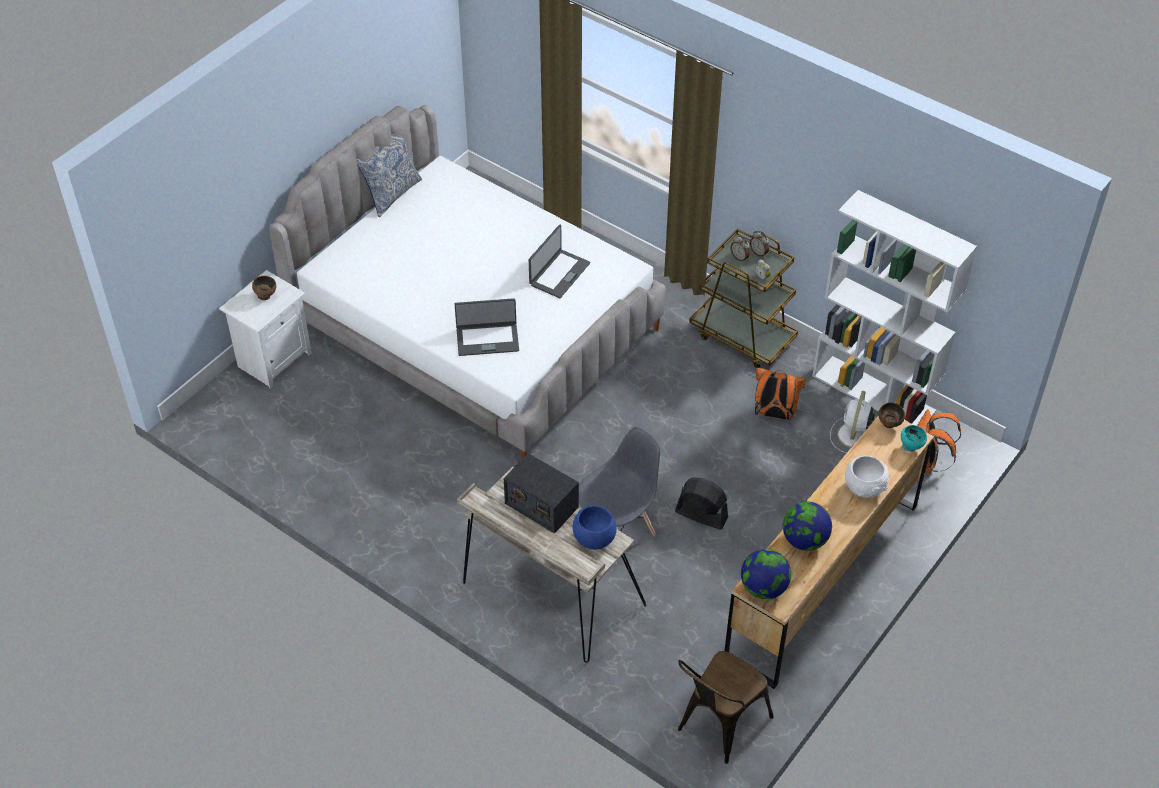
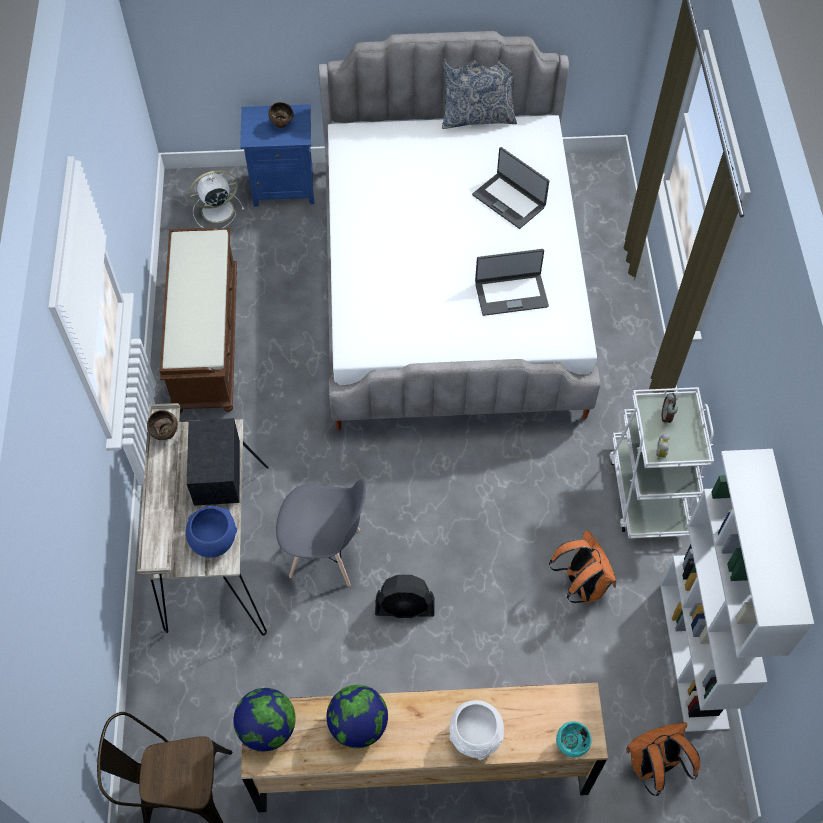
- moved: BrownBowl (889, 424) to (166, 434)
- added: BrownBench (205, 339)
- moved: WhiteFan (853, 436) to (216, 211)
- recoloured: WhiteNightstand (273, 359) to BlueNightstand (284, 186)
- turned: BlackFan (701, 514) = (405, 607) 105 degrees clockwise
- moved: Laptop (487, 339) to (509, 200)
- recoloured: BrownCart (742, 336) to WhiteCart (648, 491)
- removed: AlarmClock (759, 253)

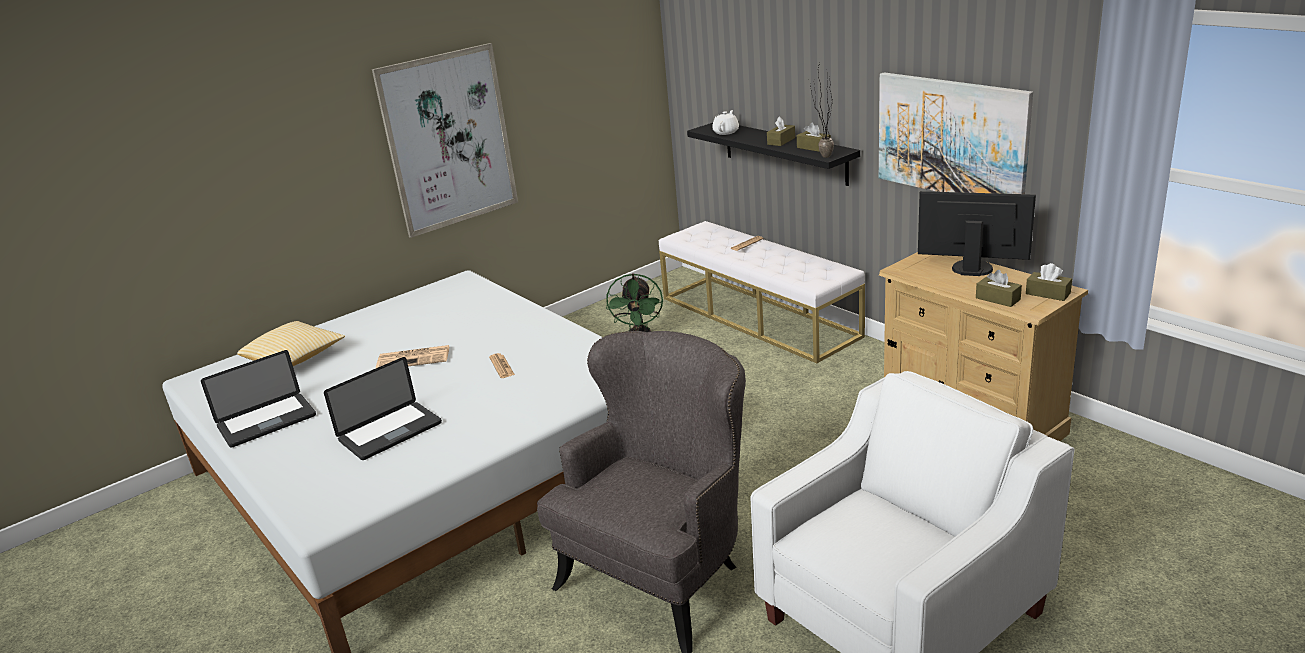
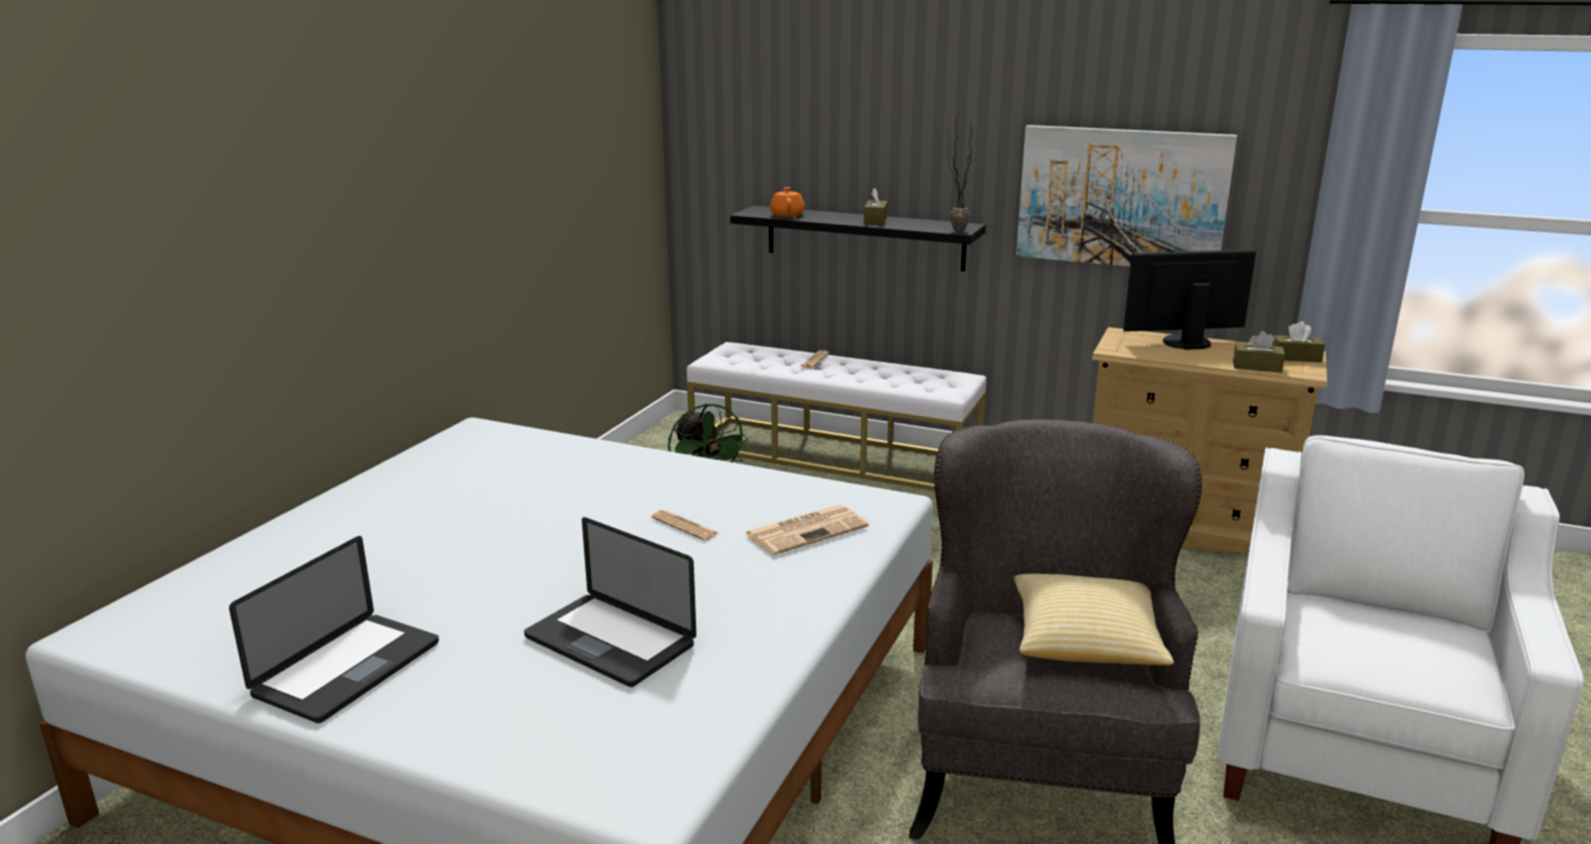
- turned: Laptop (390, 432) = (609, 641) 105 degrees clockwise
- moved: Newspaper (414, 358) to (807, 530)
- recoloured: WhiteTeapot (726, 132) to OrangeTeapot (787, 214)
- moved: Pillow (295, 359) to (1085, 643)
- removed: Picture (448, 140)
- removed: BrownTissueBox (813, 147)

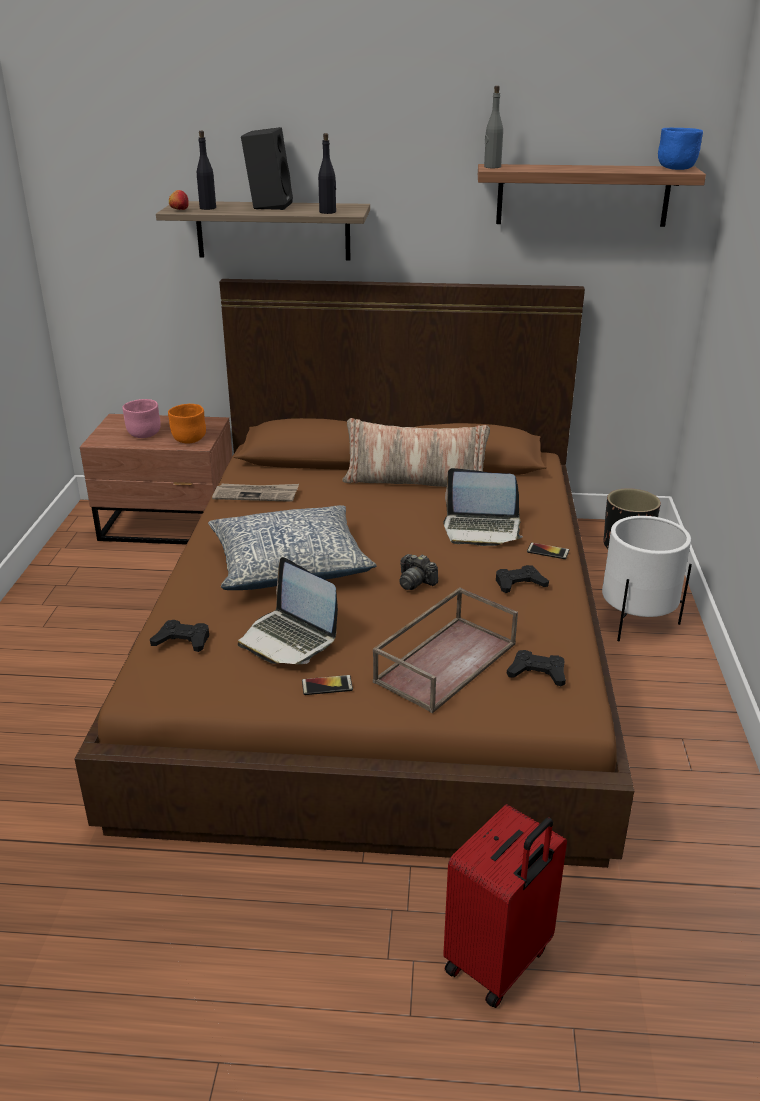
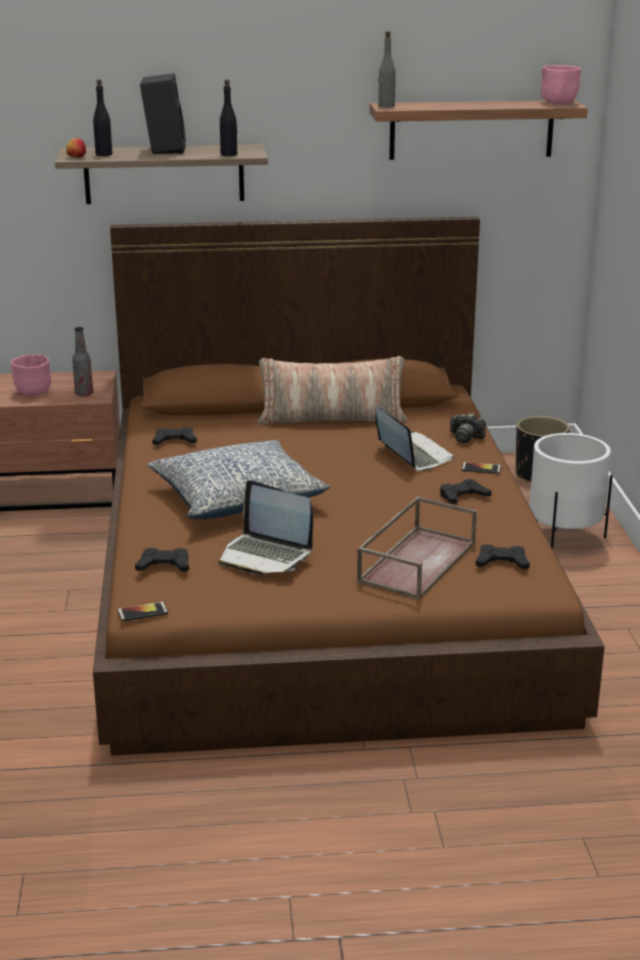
- replaced: OrangeBowl (189, 440) to Bottle (84, 394)
- moved: Phone (327, 686) to (142, 612)
- replaced: Newspaper (256, 494) to BlackGameController (174, 441)
- turned: Laptop (482, 529) = (412, 455) 120 degrees counterclockwise
- moved: PhotoCamera (415, 582) to (465, 437)
- recoloured: BlueBowl (676, 169) to PinkBowl (559, 103)
- removed: RedSuitcase (499, 961)

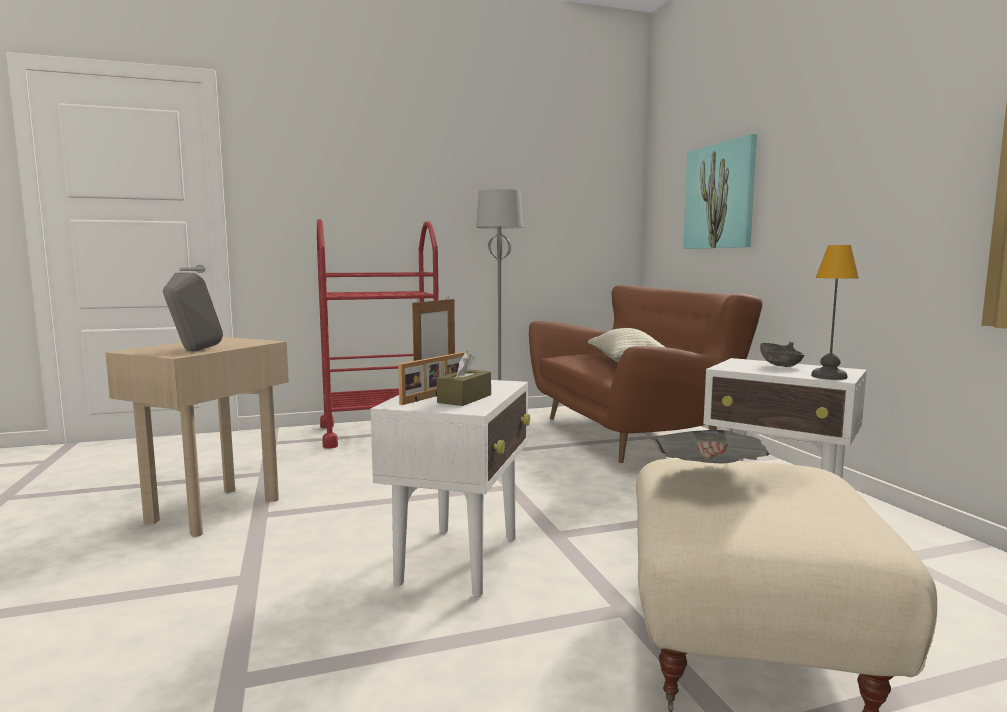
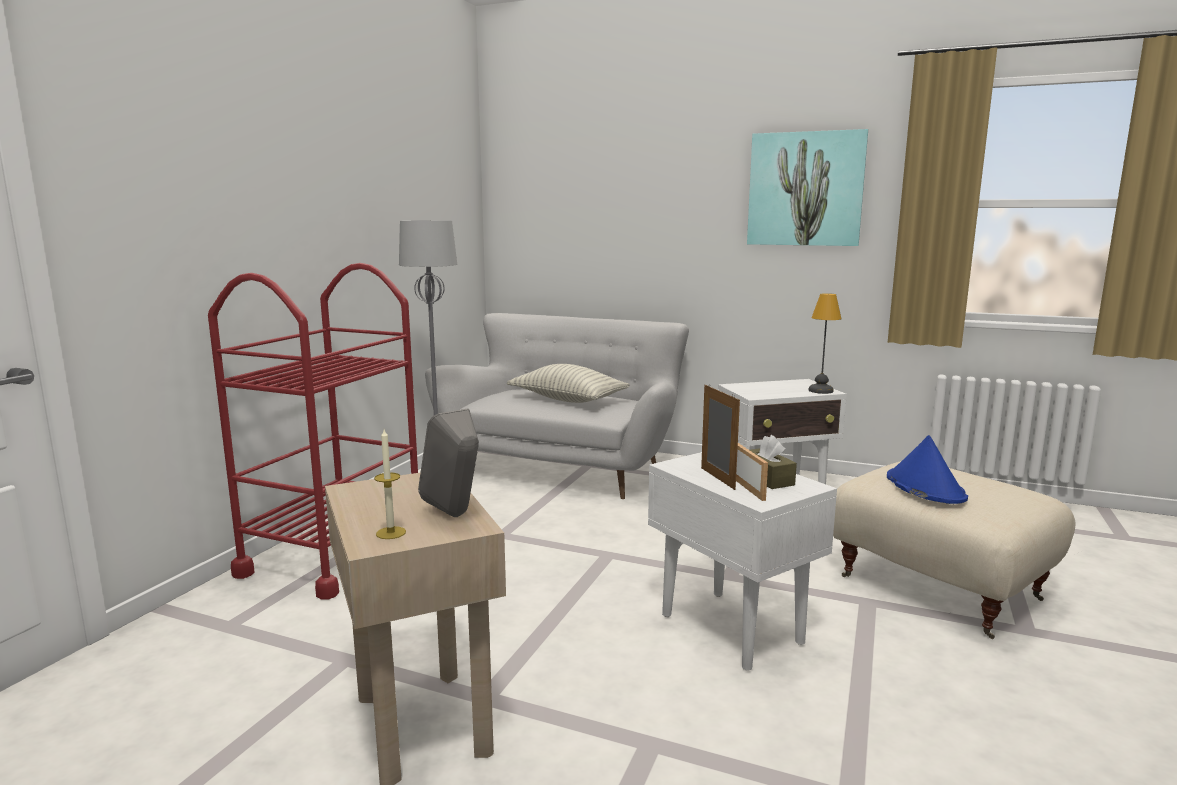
- added: Candle (391, 533)
- recoloured: BrownSofa (633, 433) to WhiteSofa (566, 467)
- moved: Picture (719, 196) to (805, 189)
- replaced: Newspaper (707, 478) to BlueHat (924, 487)
- removed: GreyBowl (781, 366)

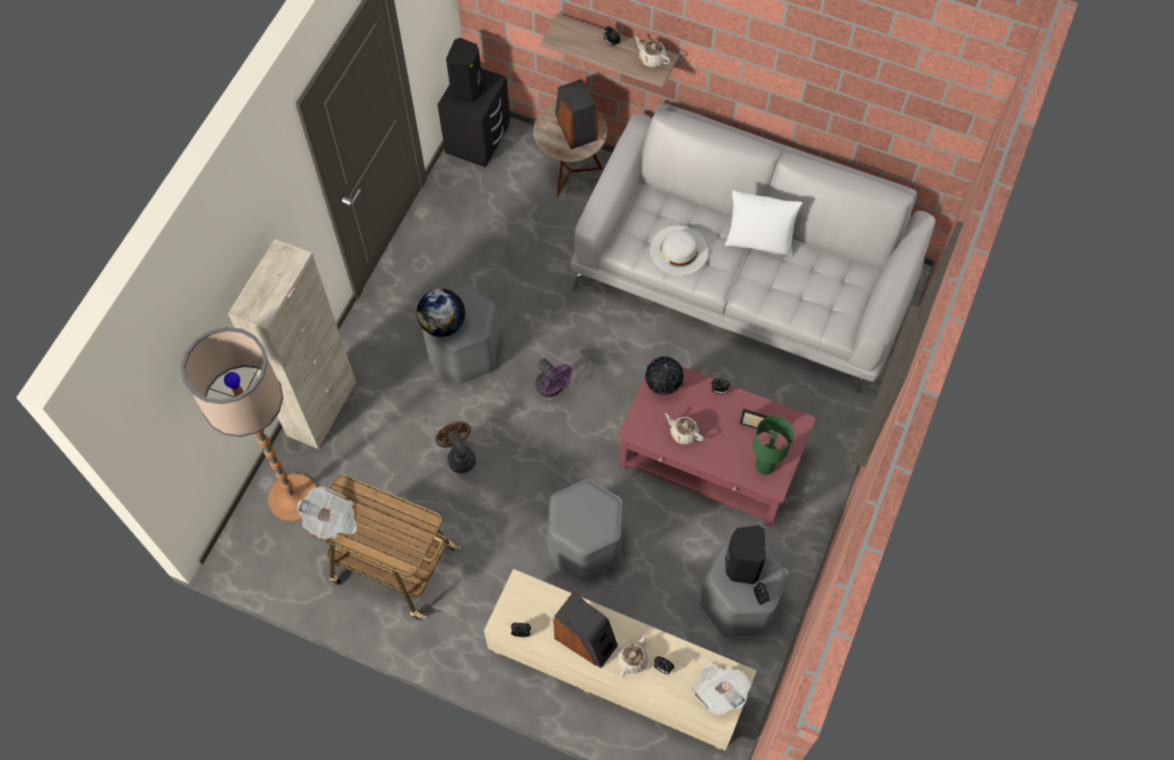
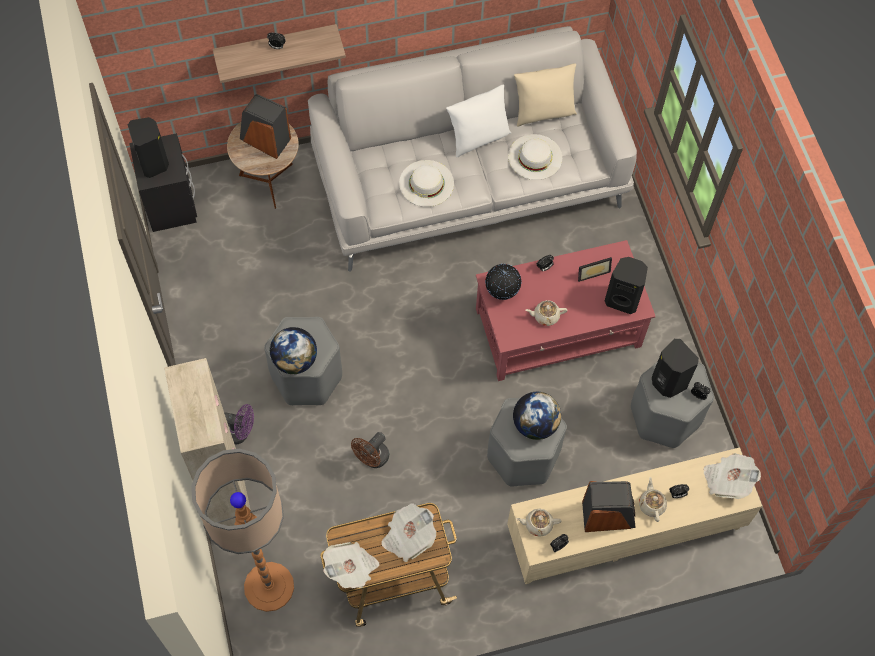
- moved: PurpleFan (552, 388) to (240, 433)
- turned: BrownFan (459, 456) = (372, 459) 75 degrees counterclockwise
- added: Newspaper (408, 537)
- added: WhiteHat (535, 157)
- added: Globe (535, 424)
- added: BeigePillow (543, 112)
- moved: BeigeTeapot (651, 58) to (537, 524)
- replaced: GreenTableLamp (765, 466) to BlackSpeaker (622, 299)

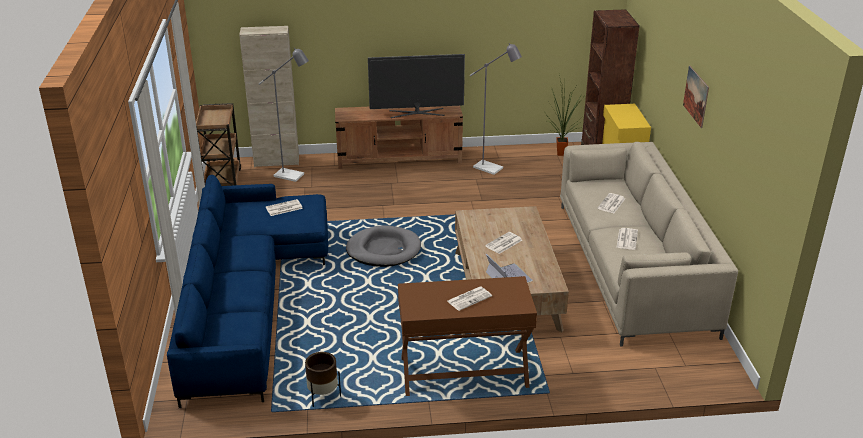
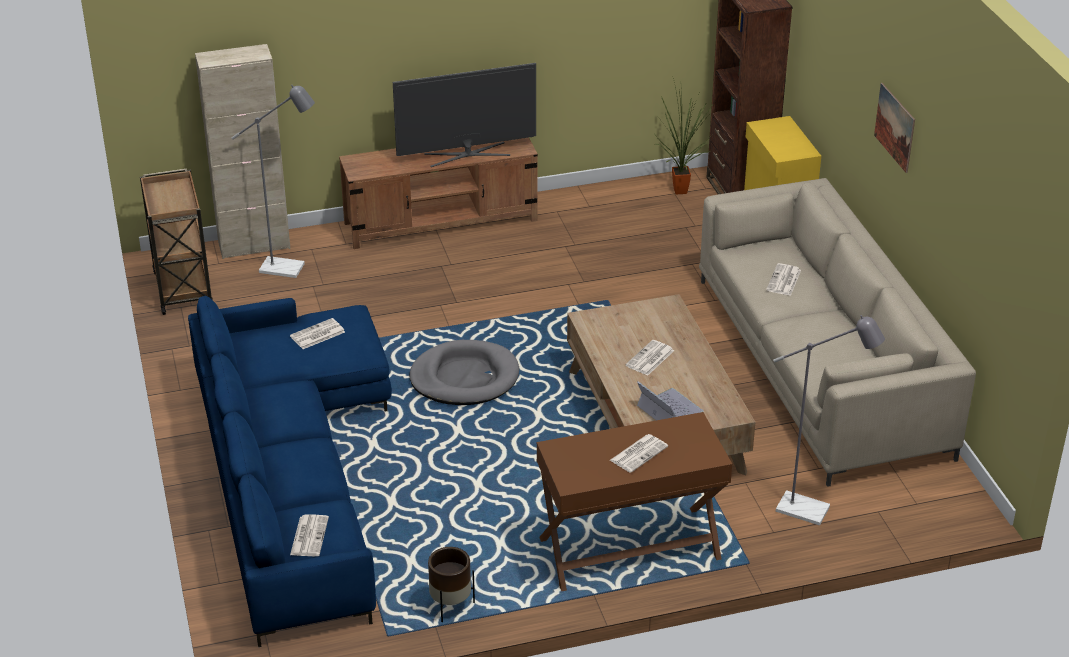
- moved: Newspaper (626, 239) to (309, 536)
- moved: GreyFloorLamp (492, 169) to (812, 512)

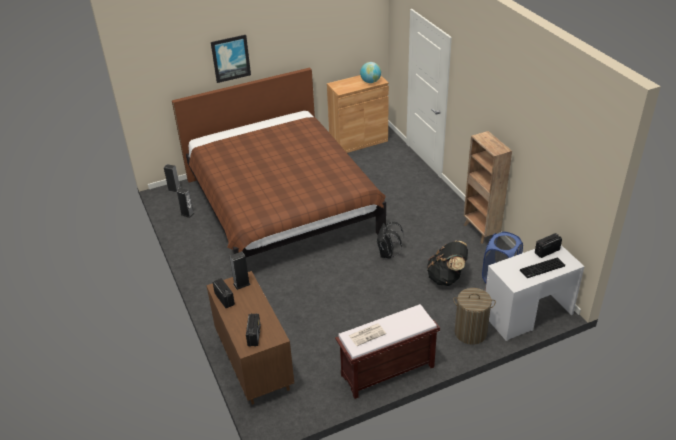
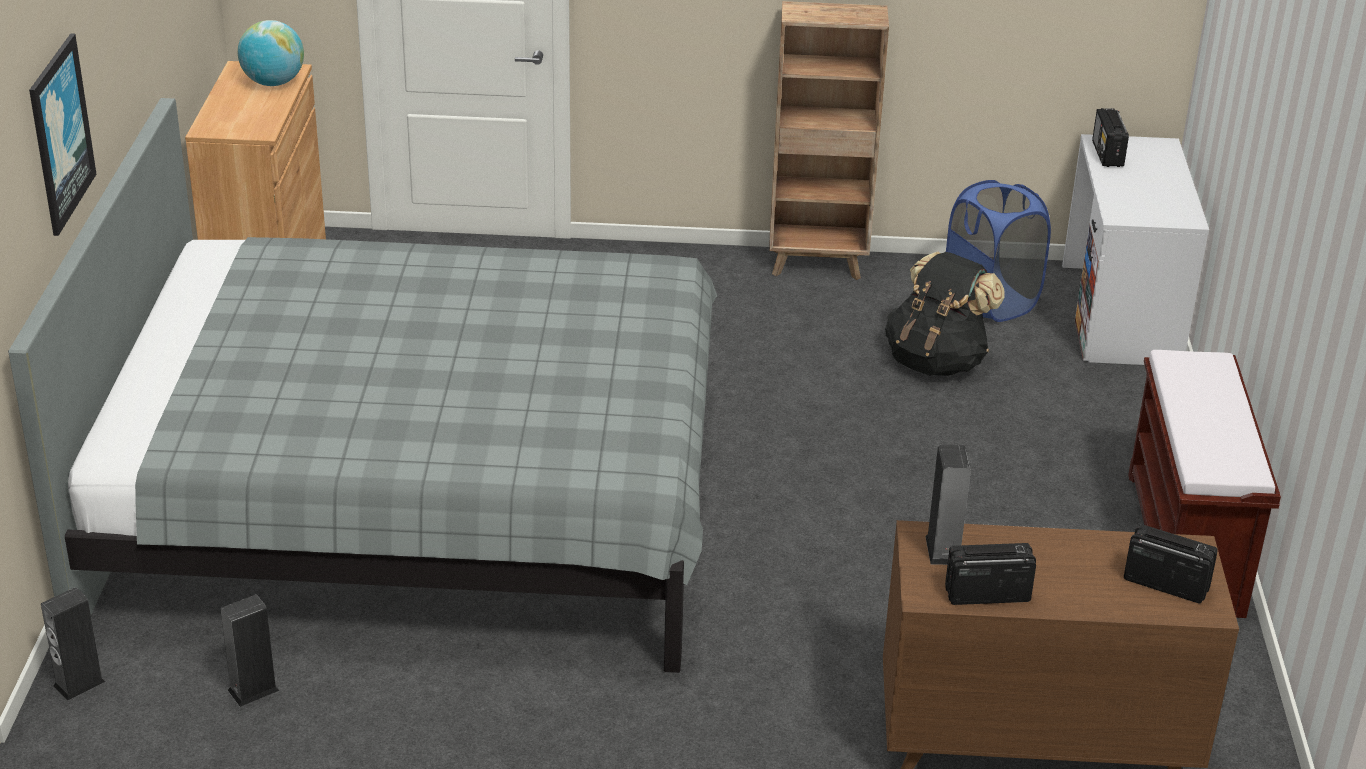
- recoloured: BrownBed (281, 206) to GreyBed (415, 500)
- removed: Newspaper (367, 334)
- removed: BlackBackpack (387, 254)
- removed: LaundryBasket (470, 332)
- removed: Keyboard (542, 269)

